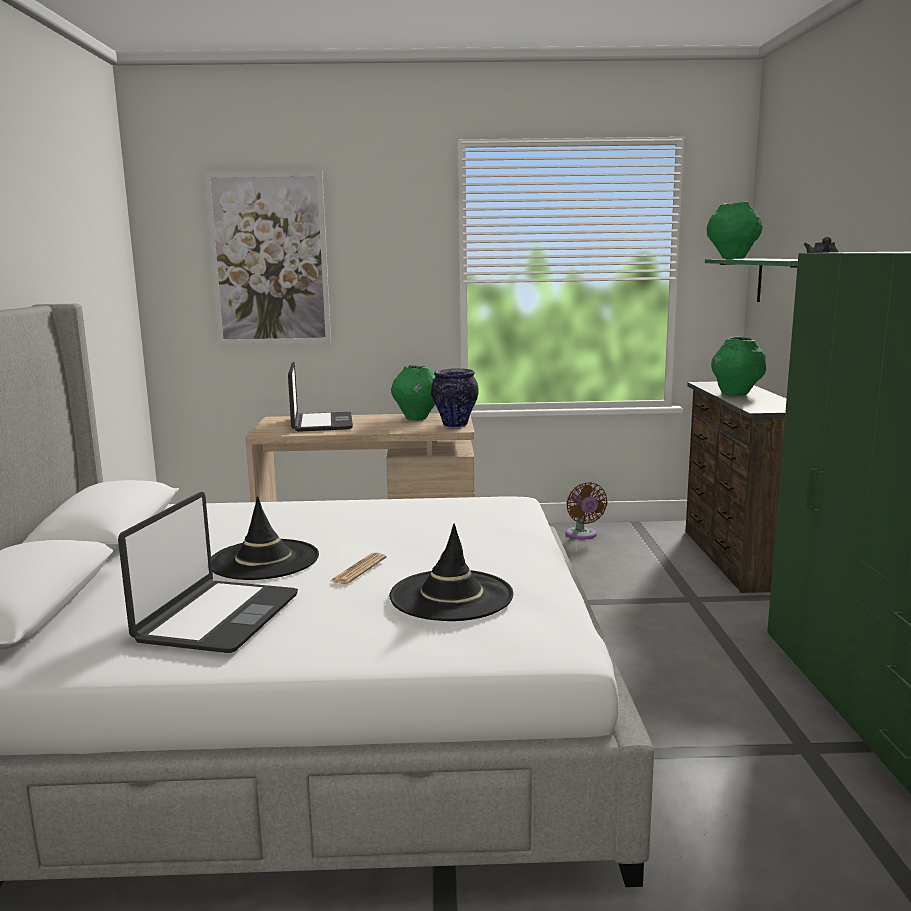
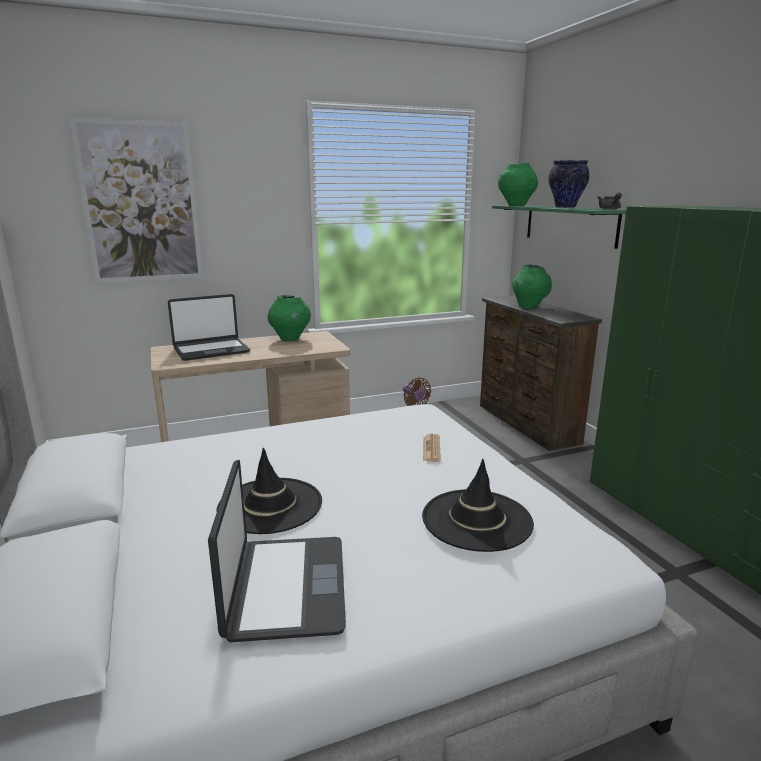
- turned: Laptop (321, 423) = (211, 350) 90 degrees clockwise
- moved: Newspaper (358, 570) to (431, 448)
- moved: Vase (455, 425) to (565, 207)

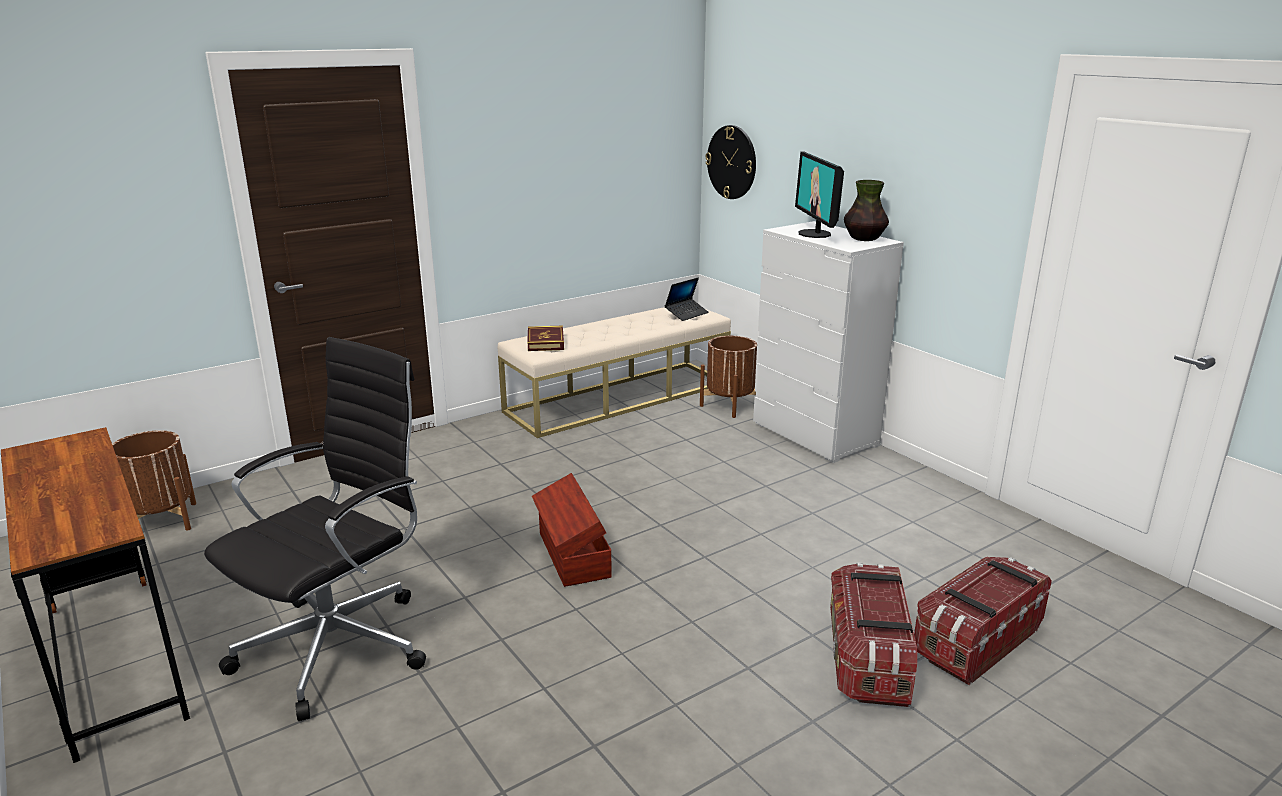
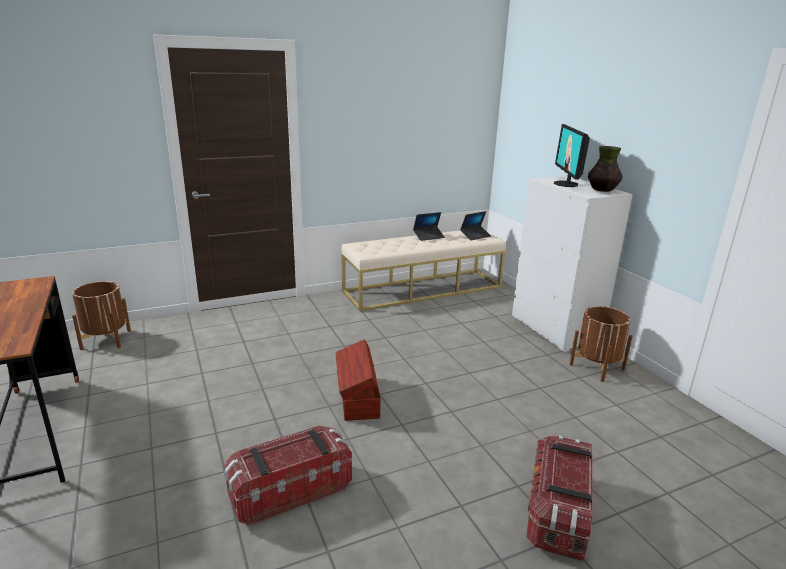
- moved: StorageBox (976, 641) to (290, 490)
- added: Laptop (428, 236)
- moved: BrownPlanter (729, 405) to (596, 367)
- removed: BlackOfficeChair (340, 645)
- removed: Book (545, 342)
- removed: WallClock (732, 162)

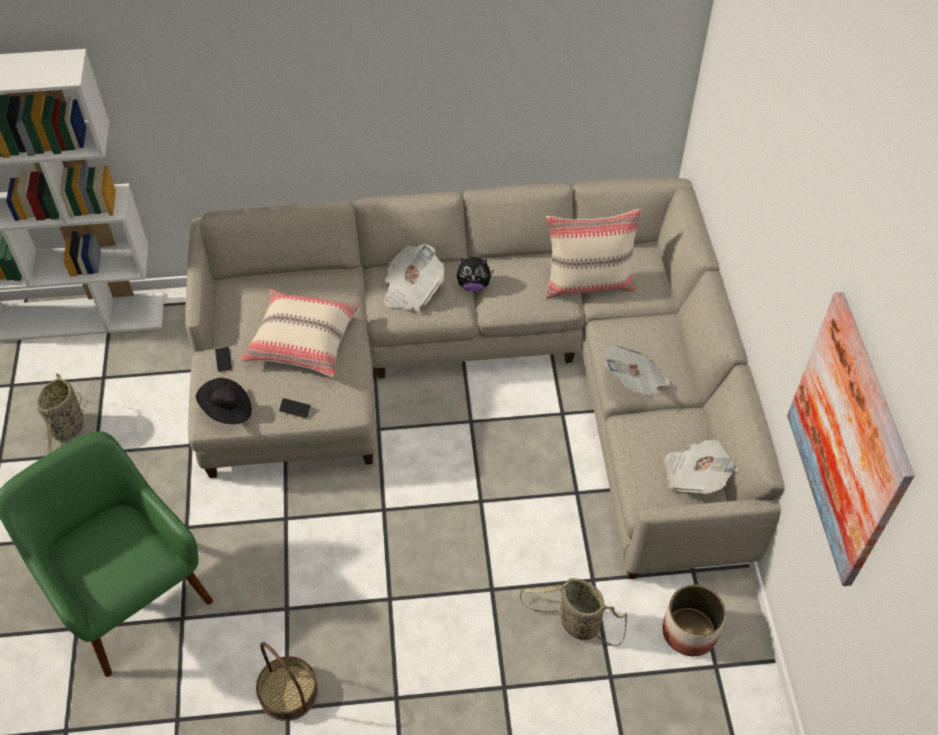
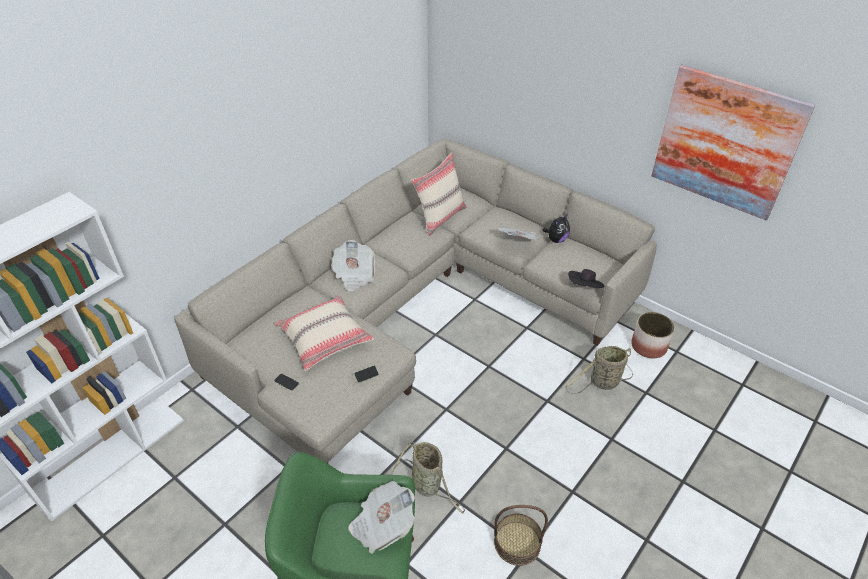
- moved: Newspaper (696, 475) to (382, 525)
- moved: Basket (68, 430) to (428, 486)
- moved: PlushToy (473, 285) to (556, 240)
- moved: BlackHat (227, 410) to (584, 287)

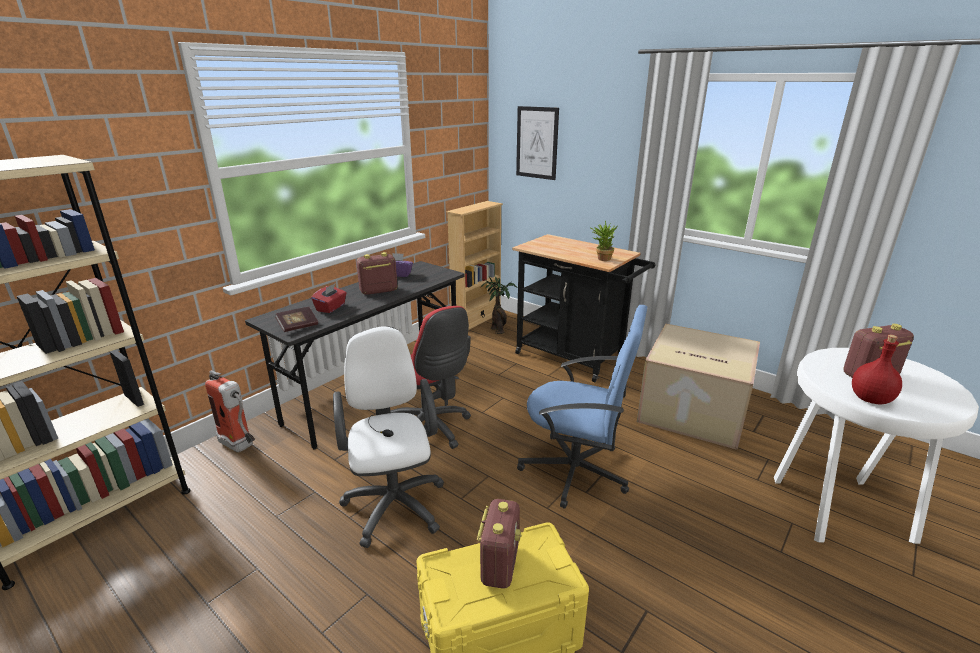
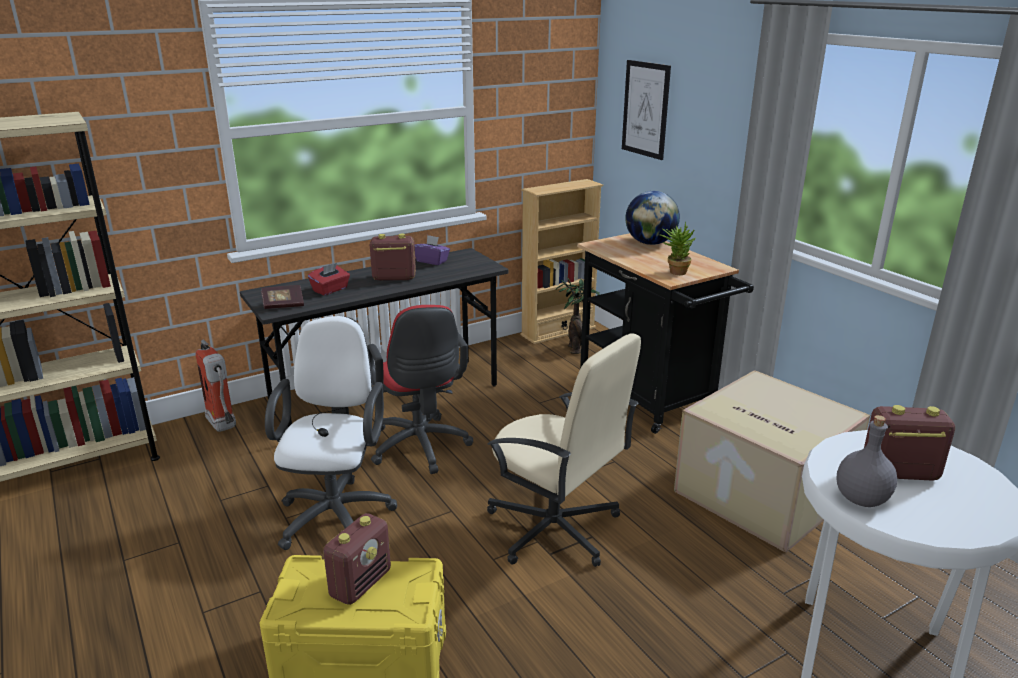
- recoloured: BlueOfficeChair (576, 471) to BeigeOfficeChair (555, 529)
- added: Globe (650, 243)
- recoloured: RedBottle (869, 399) to GreyBottle (860, 498)

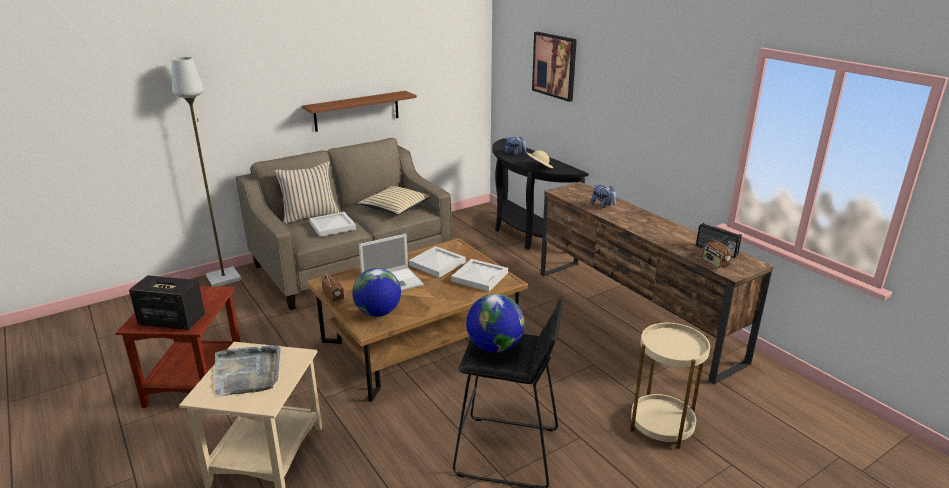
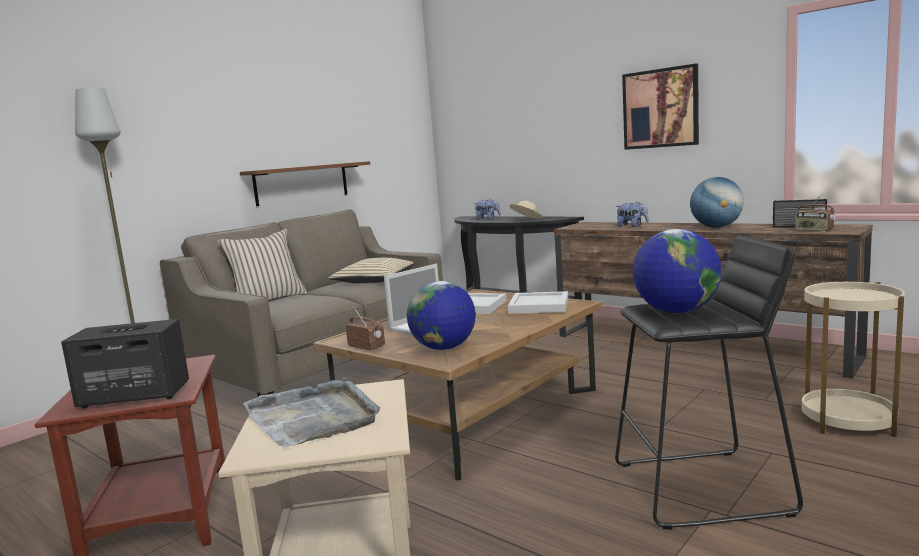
- moved: Picture (554, 65) to (660, 108)
- added: Globe (716, 227)
- removed: WhiteTray (333, 226)

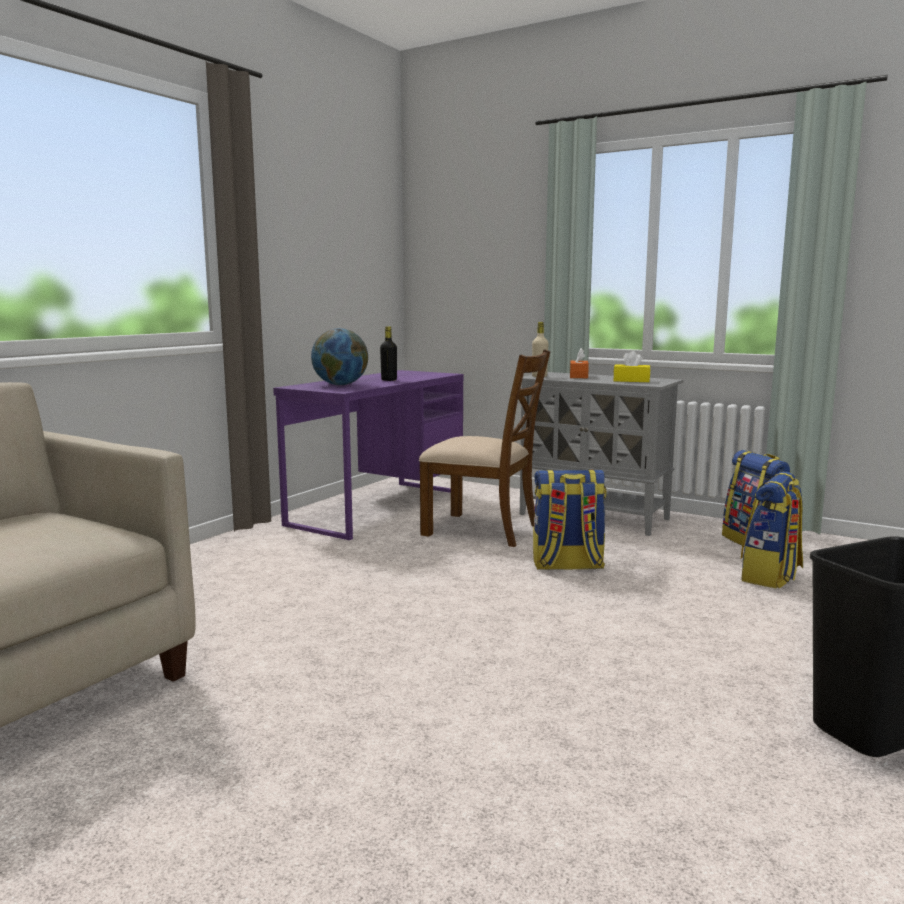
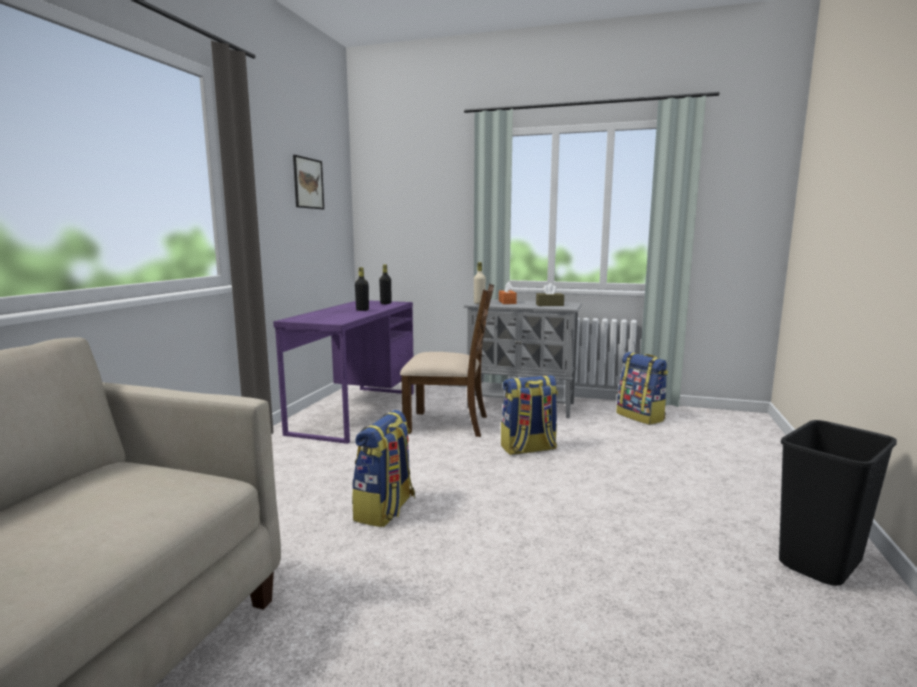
- added: Picture (308, 183)
- moved: Backpack (771, 576) to (385, 510)
- added: BlackBottle (385, 303)
- recoloured: YellowTissueBox (631, 380) to BrownTissueBox (549, 305)
- removed: Globe (340, 385)

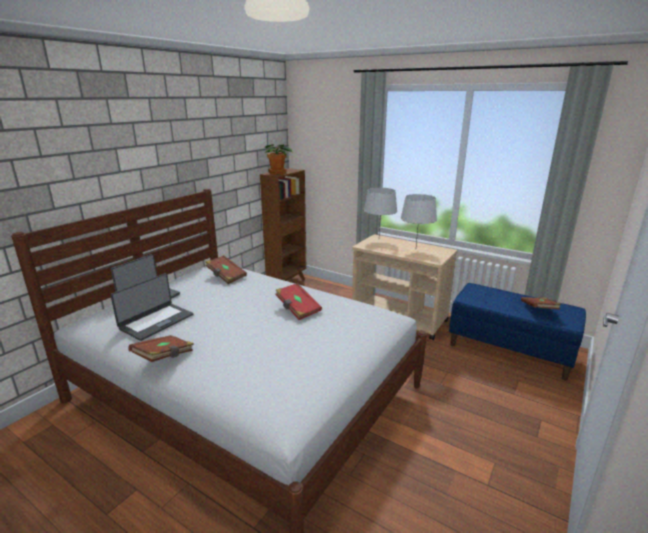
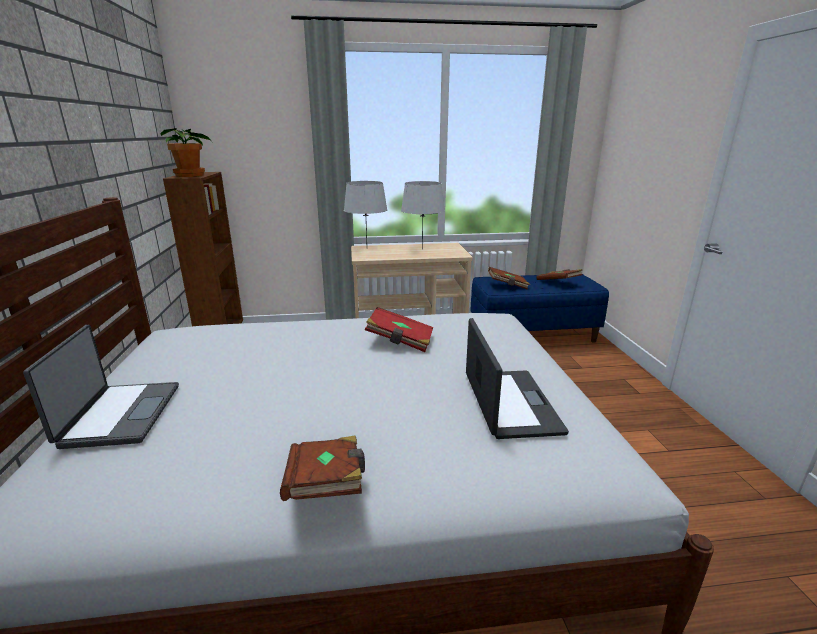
- moved: Laptop (156, 321) to (509, 403)
- moved: BrownBook (226, 276) to (507, 286)

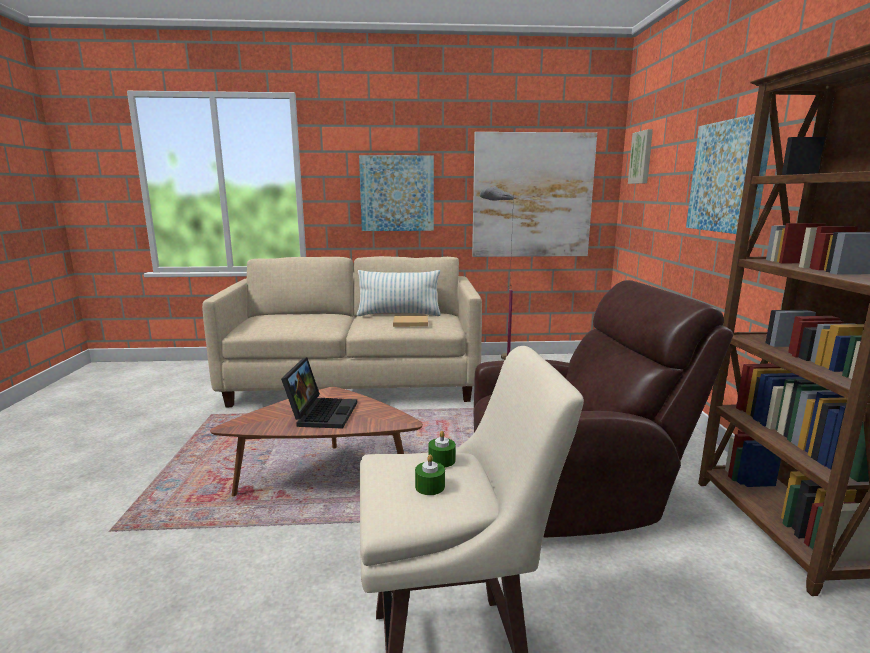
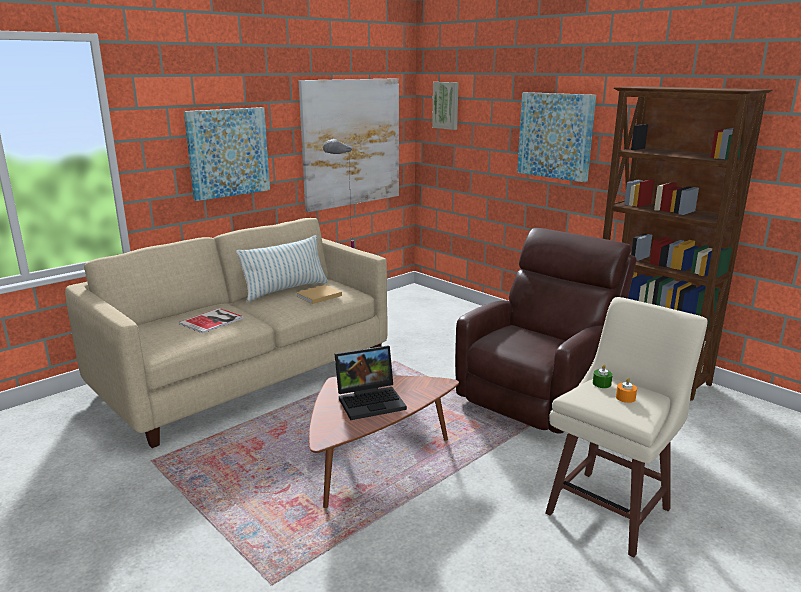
- added: Book (213, 320)
- turned: Laptop (321, 413) = (371, 400) 105 degrees clockwise
- recoloured: GreenCandle (430, 486) to OrangeCandle (625, 398)

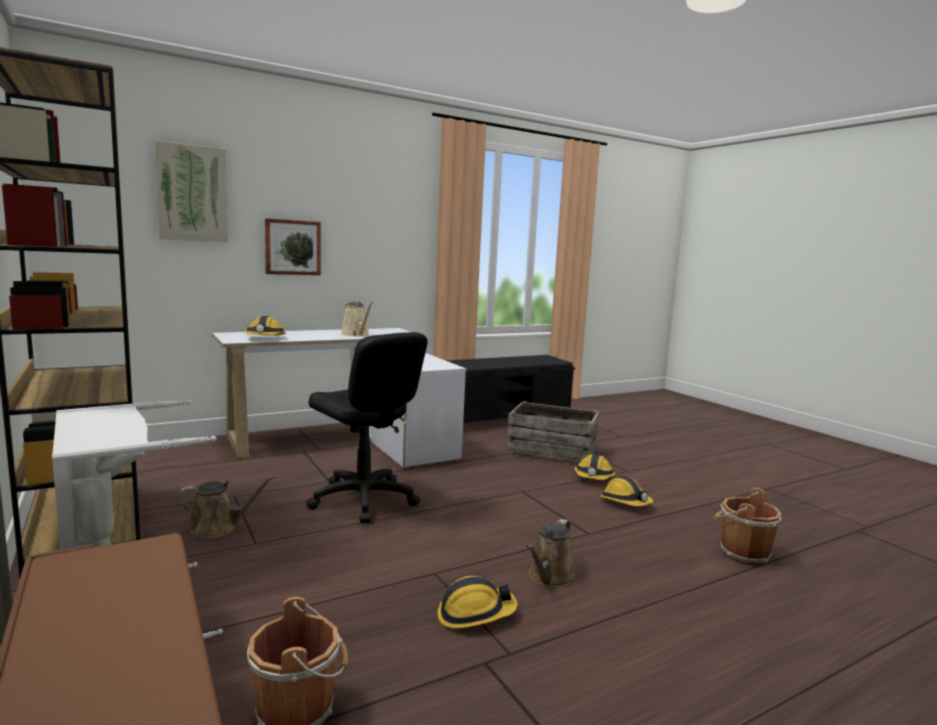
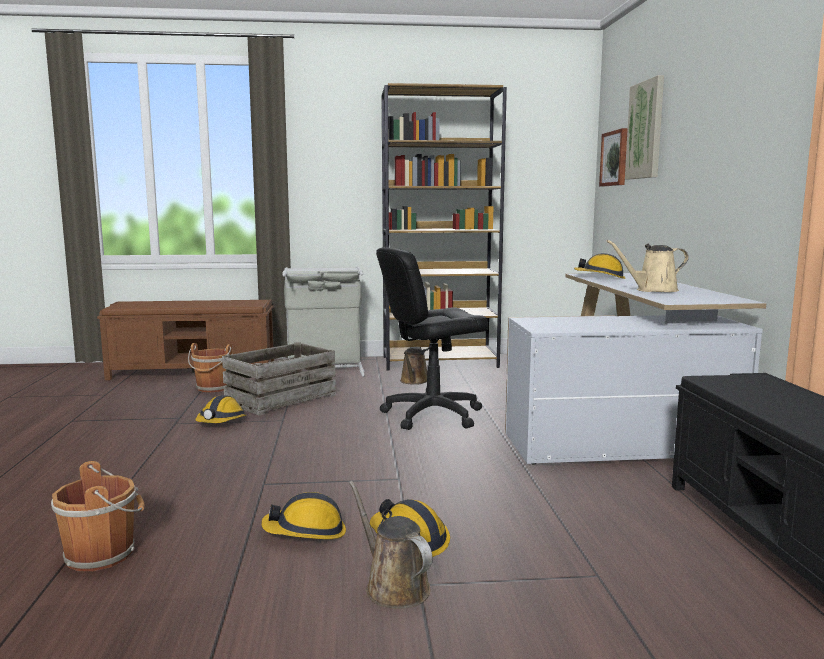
- moved: Crate (552, 451) to (281, 399)
- moved: BrownWateringCan (549, 577) to (393, 586)
- moved: Picture (292, 247) to (615, 158)

